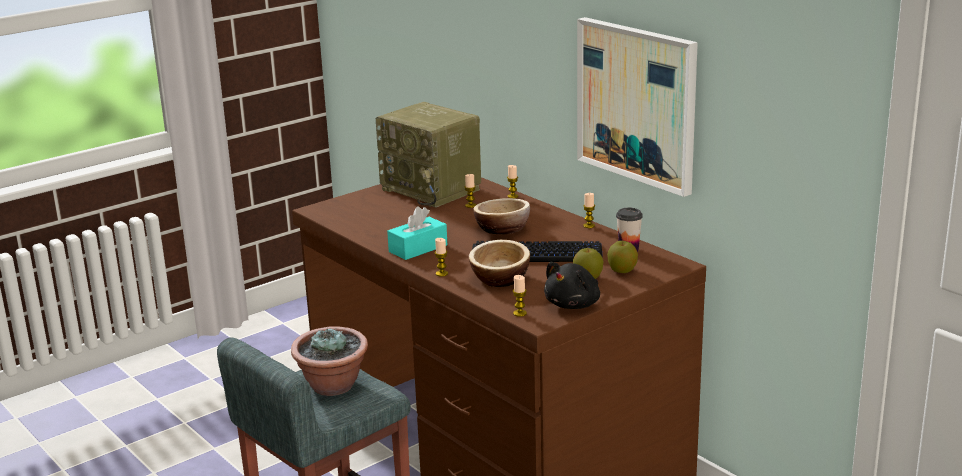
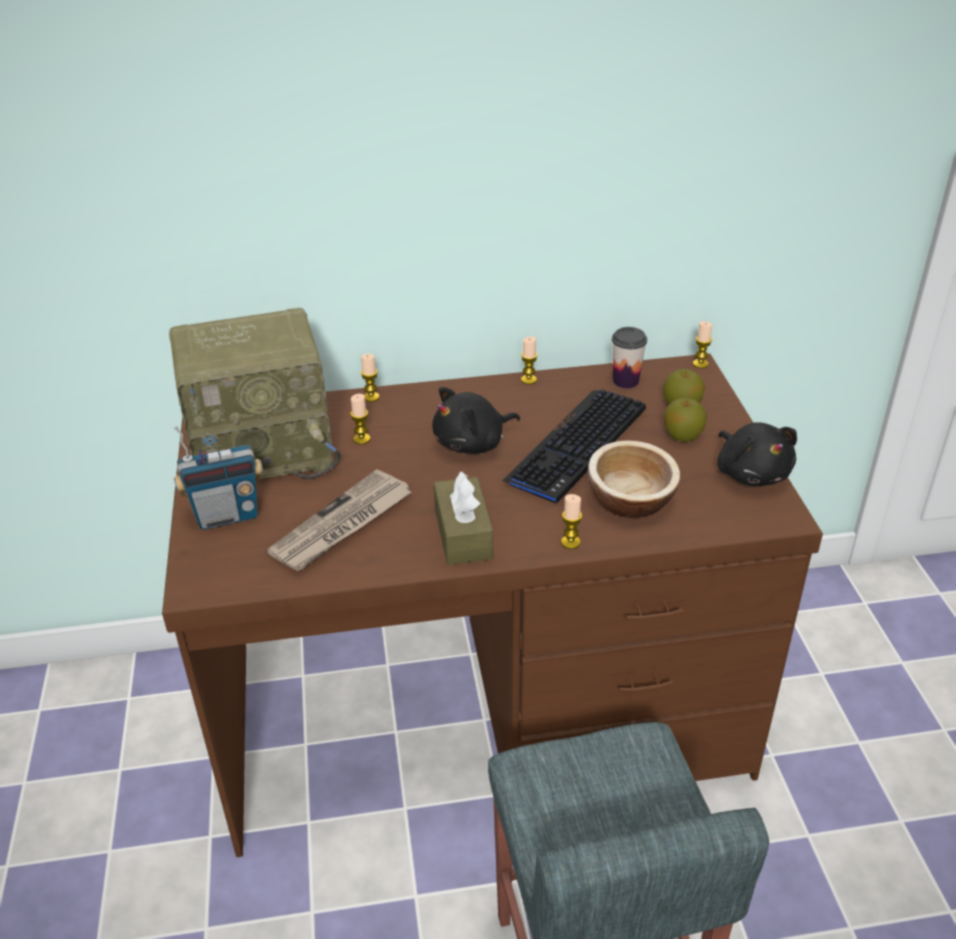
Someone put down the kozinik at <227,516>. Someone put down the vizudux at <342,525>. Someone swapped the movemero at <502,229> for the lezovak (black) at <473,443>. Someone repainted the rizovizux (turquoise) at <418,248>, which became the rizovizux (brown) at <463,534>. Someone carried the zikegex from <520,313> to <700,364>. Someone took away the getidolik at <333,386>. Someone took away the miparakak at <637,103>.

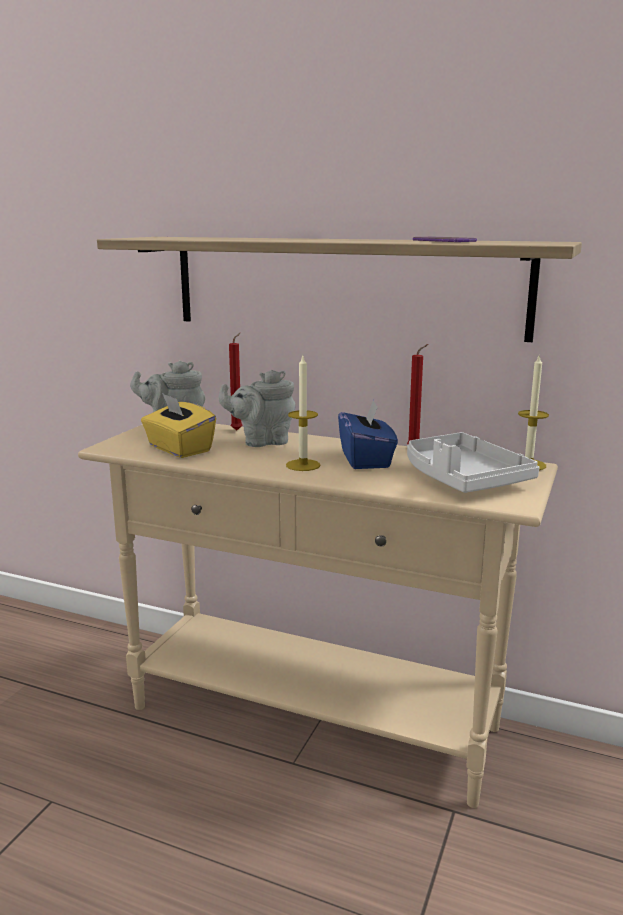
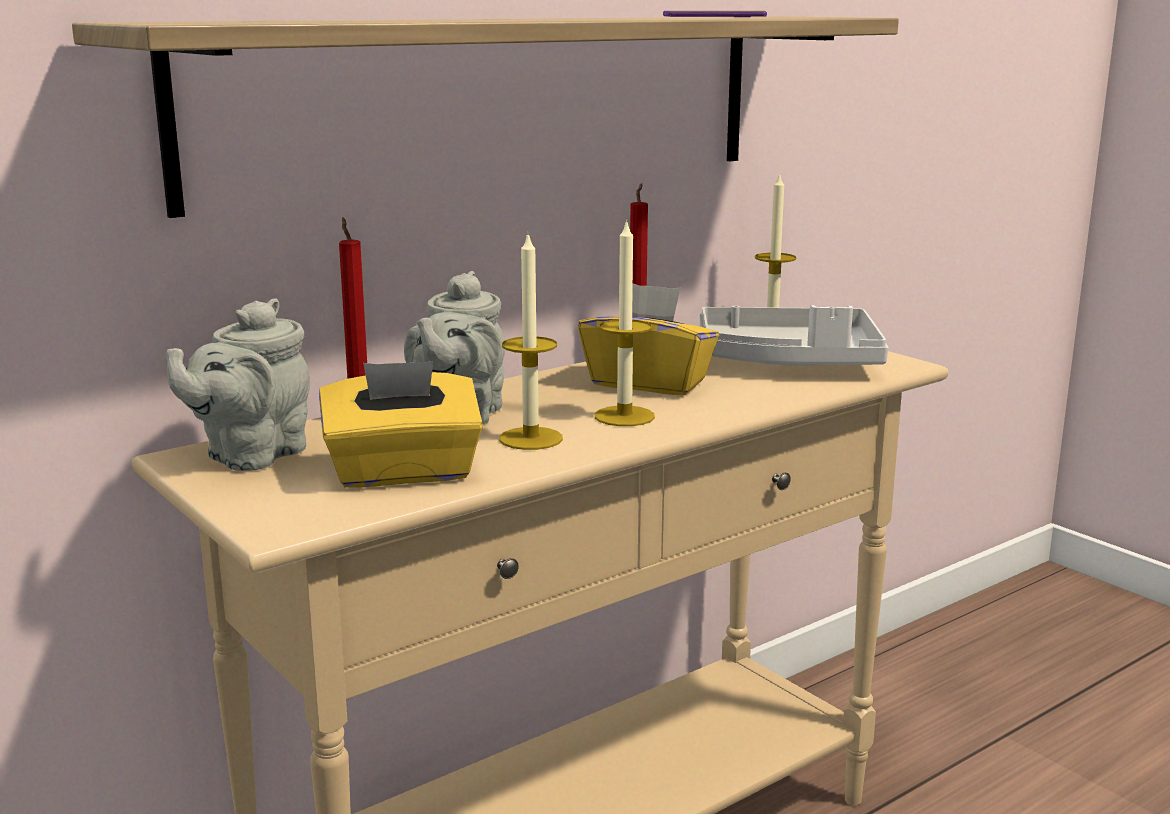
Someone put down the zikegex at <531,438>. Someone repainted the rizovizux (blue) at <366,459>, which became the rizovizux (yellow) at <649,383>.

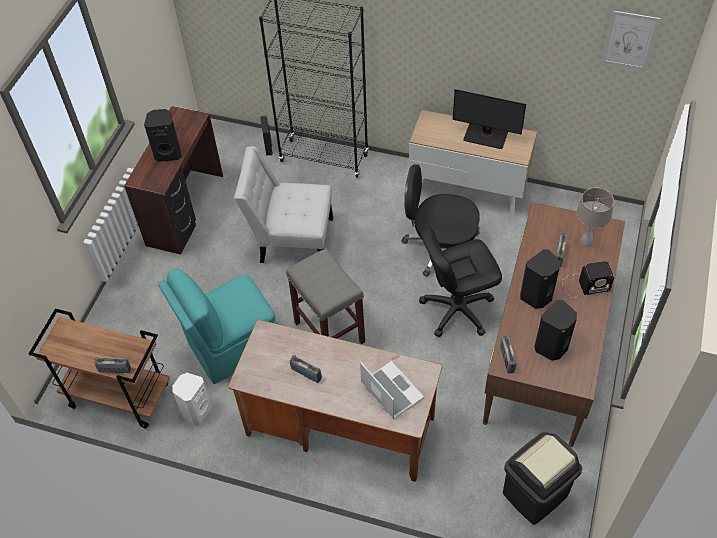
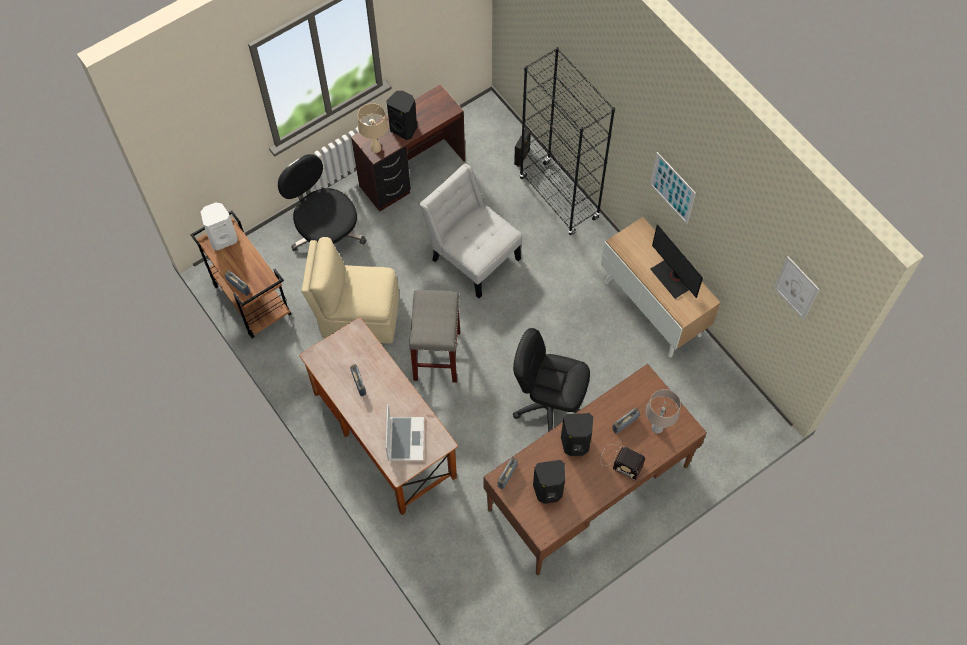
Someone carried the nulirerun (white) from <196,411> to <223,238>. Someone carried the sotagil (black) from <440,247> to <326,234>. Someone repainted the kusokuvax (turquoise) at <232,346>, which became the kusokuvax (beige) at <358,316>. Someone put down the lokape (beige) at <375,148>. Someone put up the miparakak at <672,188>. Someone took away the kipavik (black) at <535,494>.

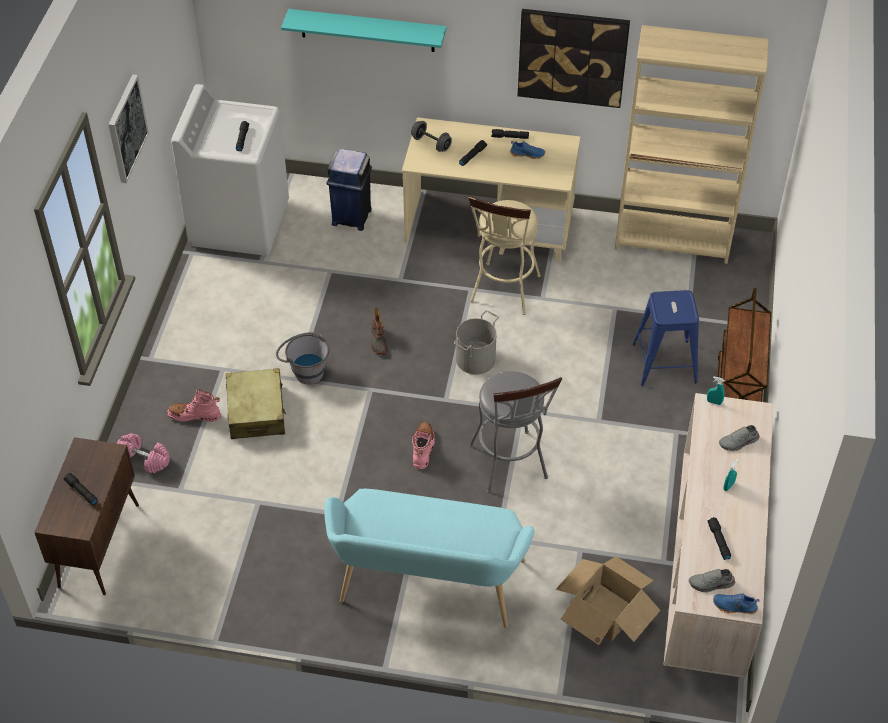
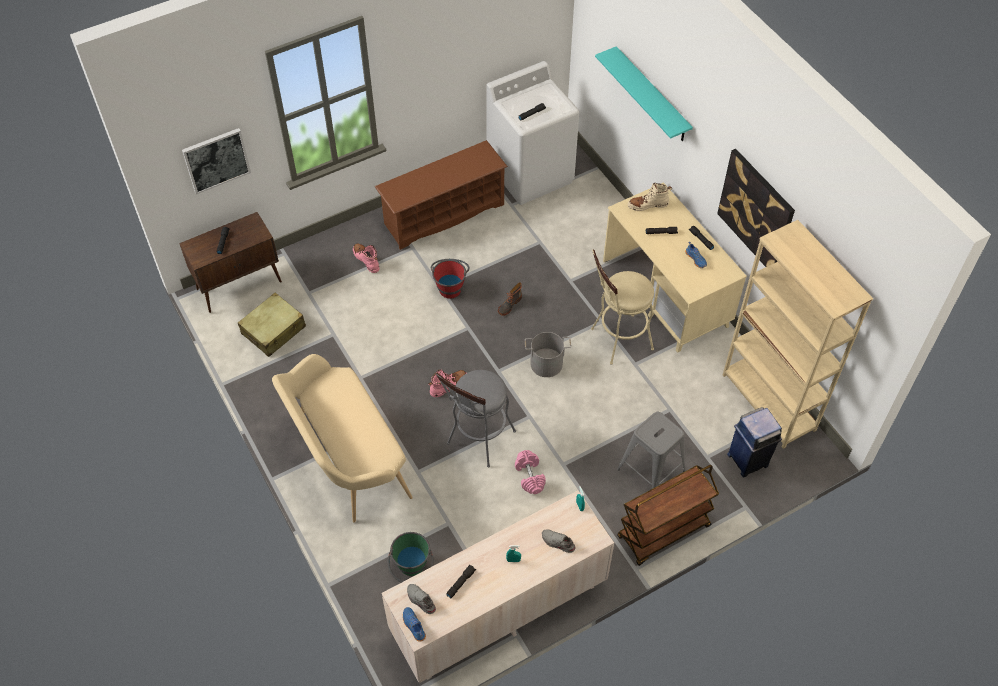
Someone carried the miparakak from <126,128> to <216,160>. Someone carried the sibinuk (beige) from <256,412> to <274,330>. Someone repainted the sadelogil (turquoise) at <427,588>, which became the sadelogil (beige) at <347,461>. Someone put down the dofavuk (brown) at <443,214>. Someone swapped the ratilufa at <605,612> for the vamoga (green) at <412,569>. Someone repainted the vamoga (grey) at <304,370>, which became the vamoga (red) at <450,286>. Someone carried the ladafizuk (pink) from <144,459> to <529,476>. Someone repainted the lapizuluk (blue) at <664,363>, which became the lapizuluk (grey) at <651,469>. Someone swapped the ladafizuk (grey) at <431,143> for the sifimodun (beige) at <648,205>. Someone carried the kipavik (blue) from <352,216> to <748,460>.

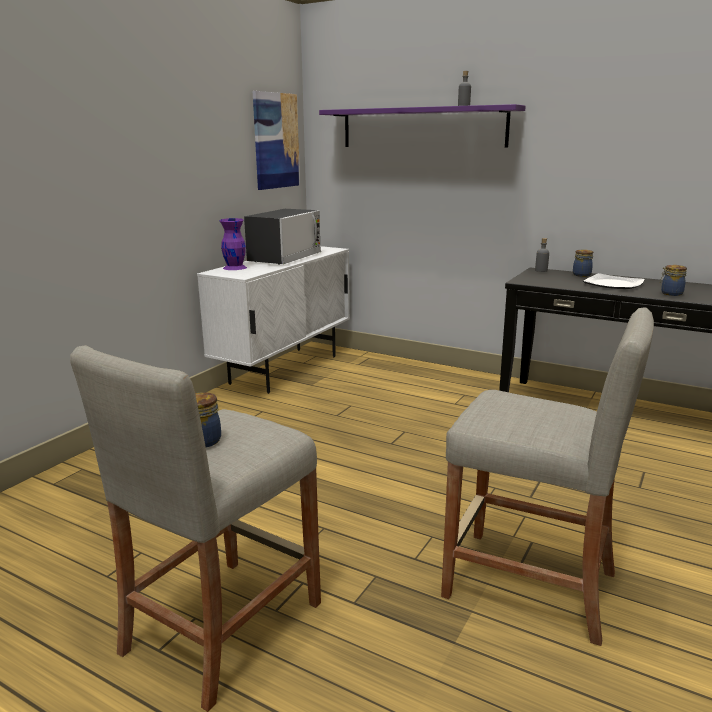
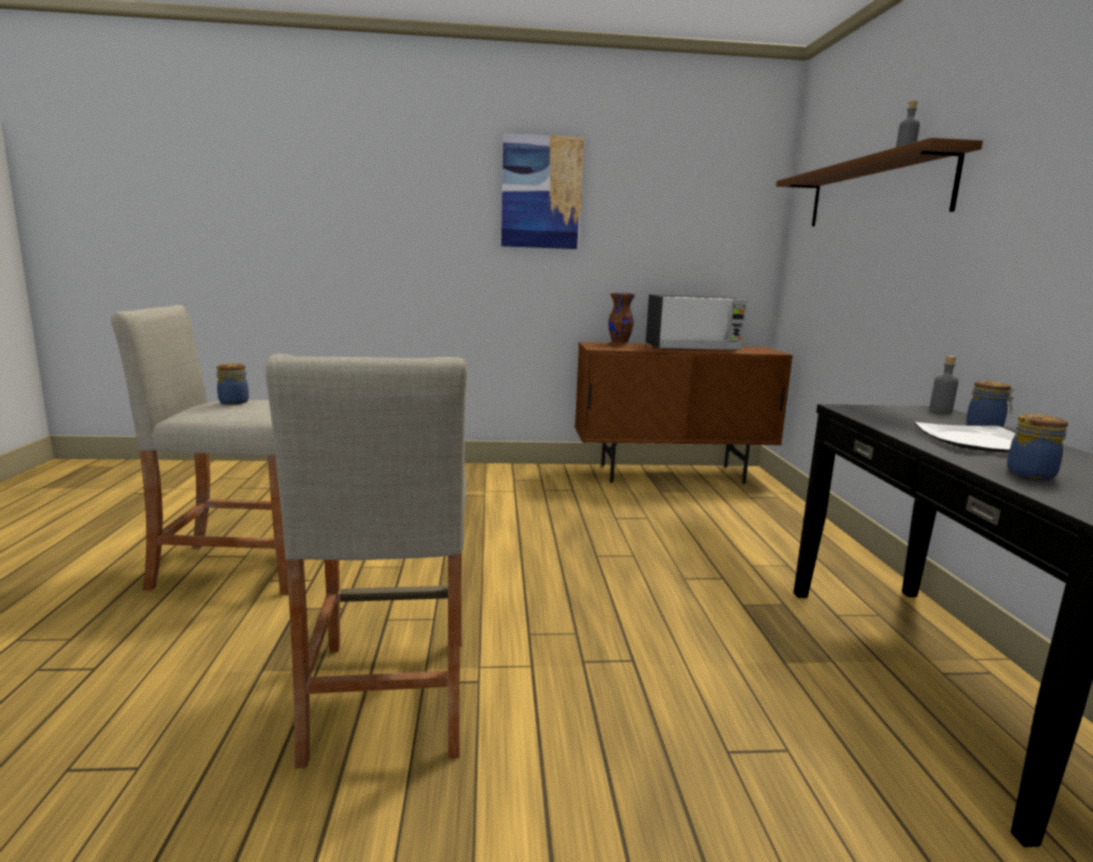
Someone carried the miparakak from <276,141> to <541,193>. Someone repainted the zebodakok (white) at <285,369>, which became the zebodakok (brown) at <671,474>. Someone repainted the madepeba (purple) at <235,267>, which became the madepeba (brown) at <620,344>. Someone repainted the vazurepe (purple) at <422,127>, which became the vazurepe (brown) at <875,193>.

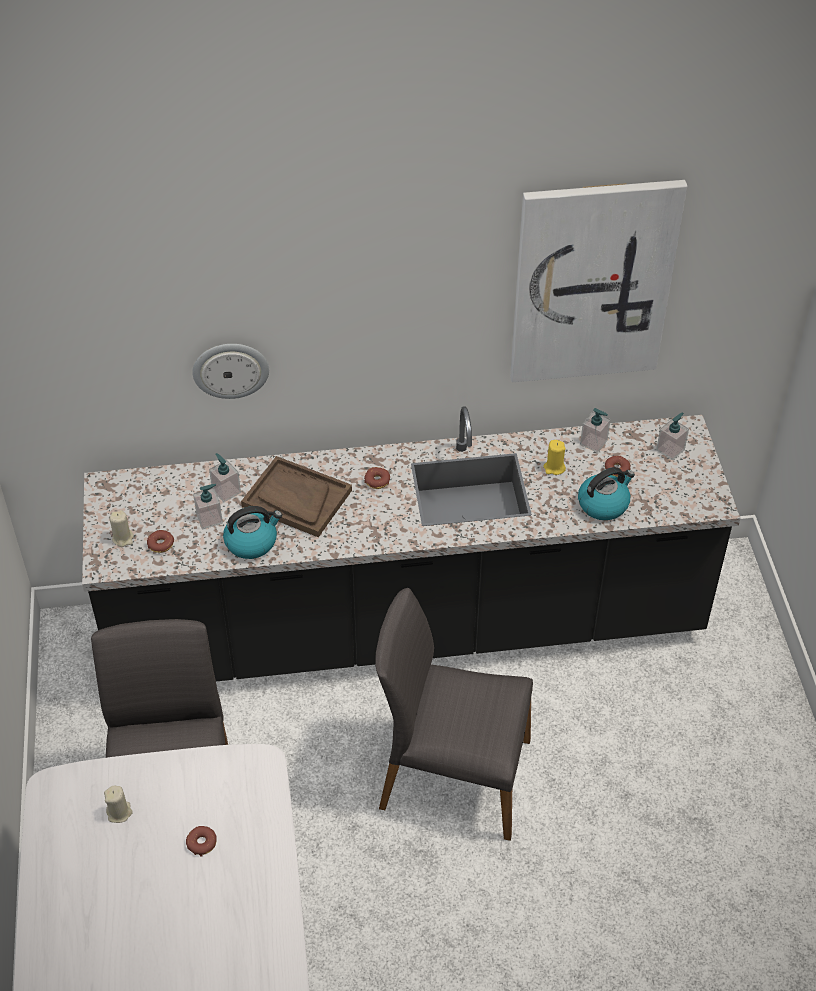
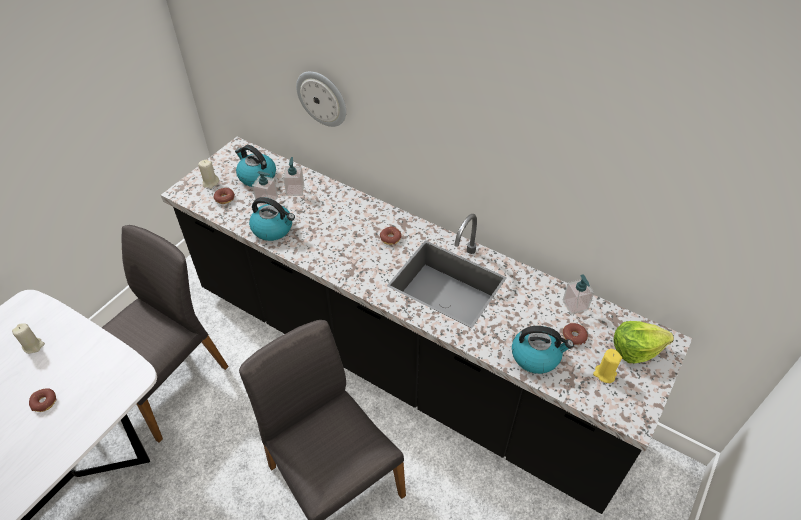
Someone put down the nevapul at <256,176>. Someone carried the zikegex (yellow) from <554,468> to <604,374>. Someone swapped the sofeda at <670,450> for the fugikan at <635,349>. Someone took away the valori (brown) at <296,498>. Someone took away the miparakak at <592,281>.

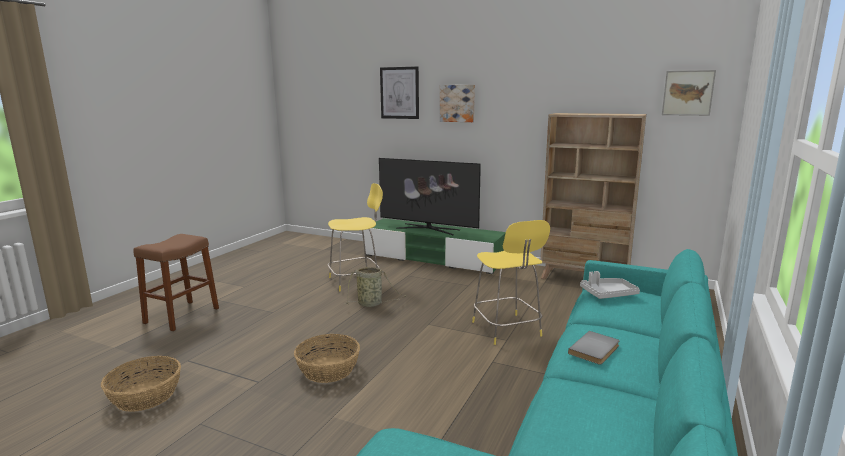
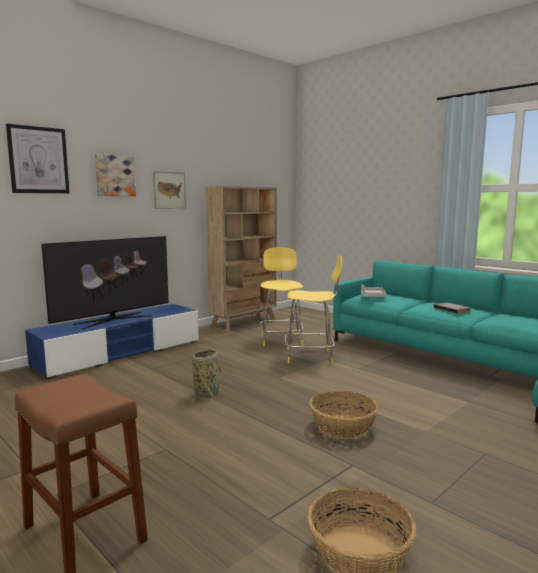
Someone repainted the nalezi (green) at <433,258>, which became the nalezi (blue) at <120,353>. Someone carried the miparakak from <688,93> to <169,190>. Someone carried the lapizuluk (yellow) from <356,280> to <281,339>.

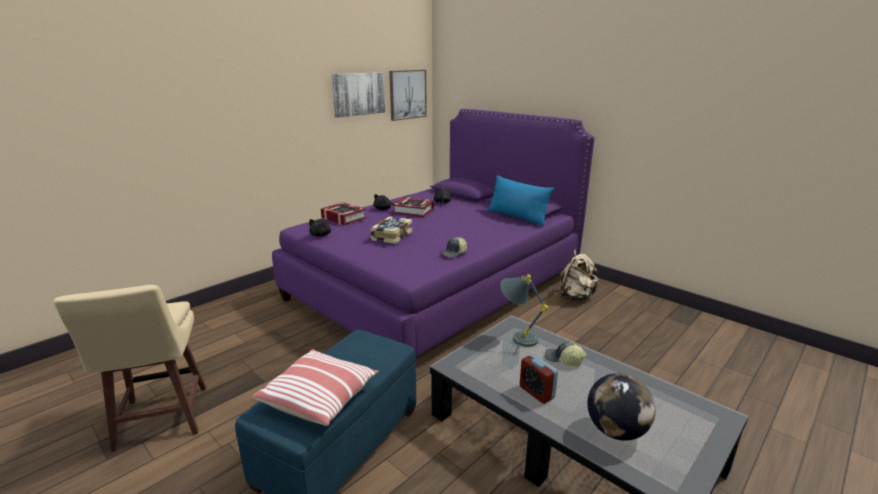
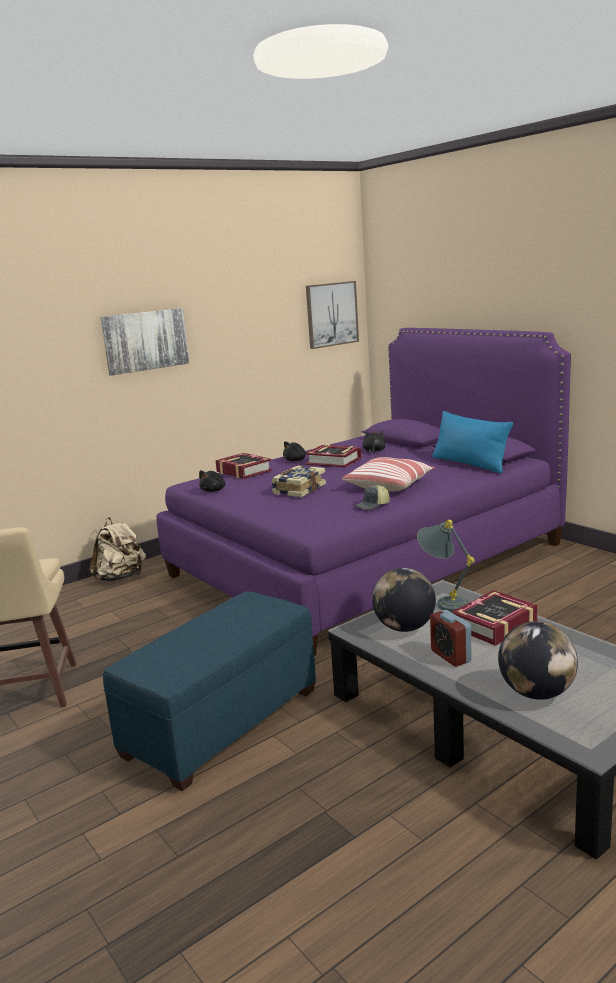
Someone carried the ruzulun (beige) from <576,296> to <121,578>. Someone carried the miparakak from <358,94> to <145,340>. Someone carried the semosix from <319,397> to <389,486>. Someone put down the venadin at <404,628>. Someone swapped the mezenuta at <563,360> for the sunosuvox at <495,625>.

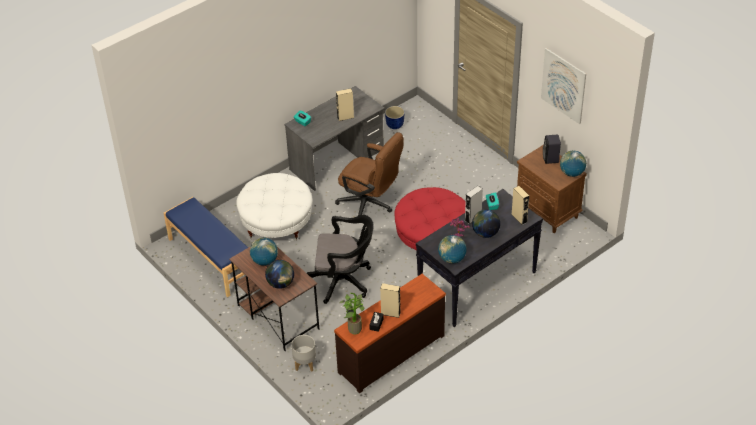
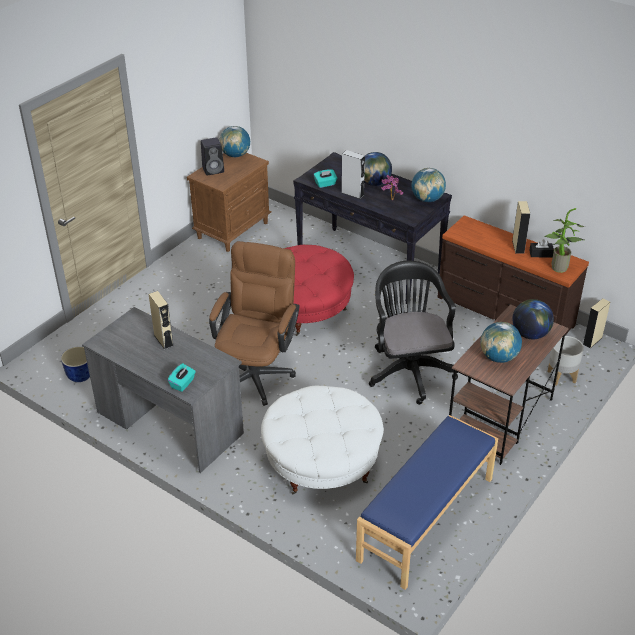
Someone carried the nulirerun (beige) from <519,218> to <592,341>. Someone took away the miparakak at <563,85>.

